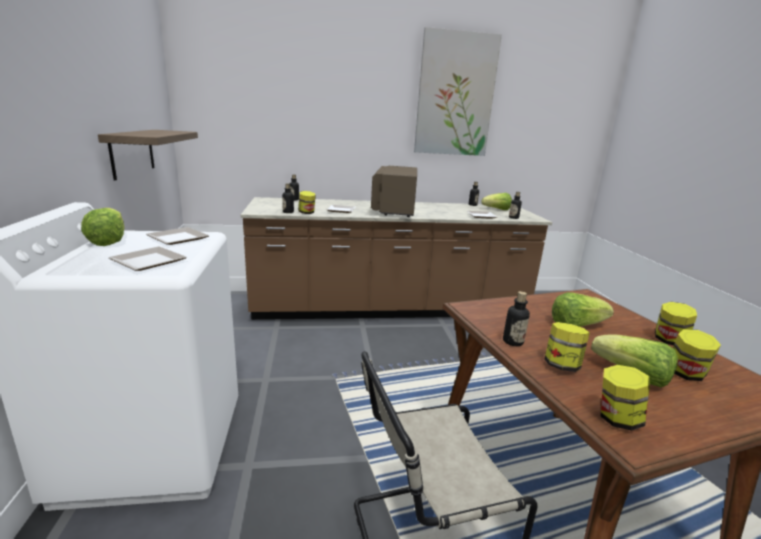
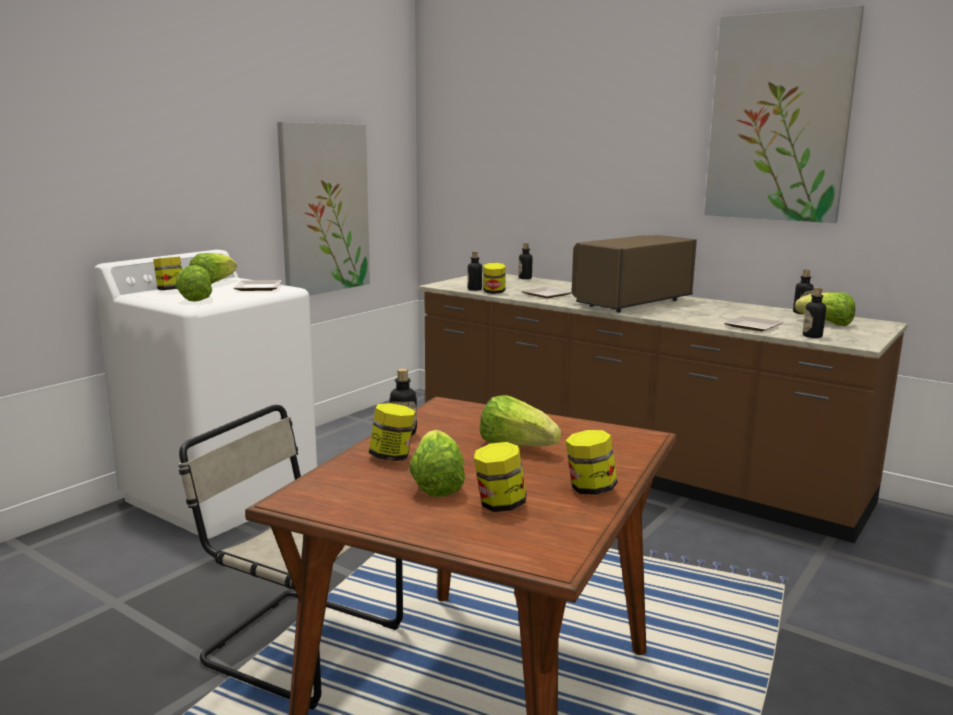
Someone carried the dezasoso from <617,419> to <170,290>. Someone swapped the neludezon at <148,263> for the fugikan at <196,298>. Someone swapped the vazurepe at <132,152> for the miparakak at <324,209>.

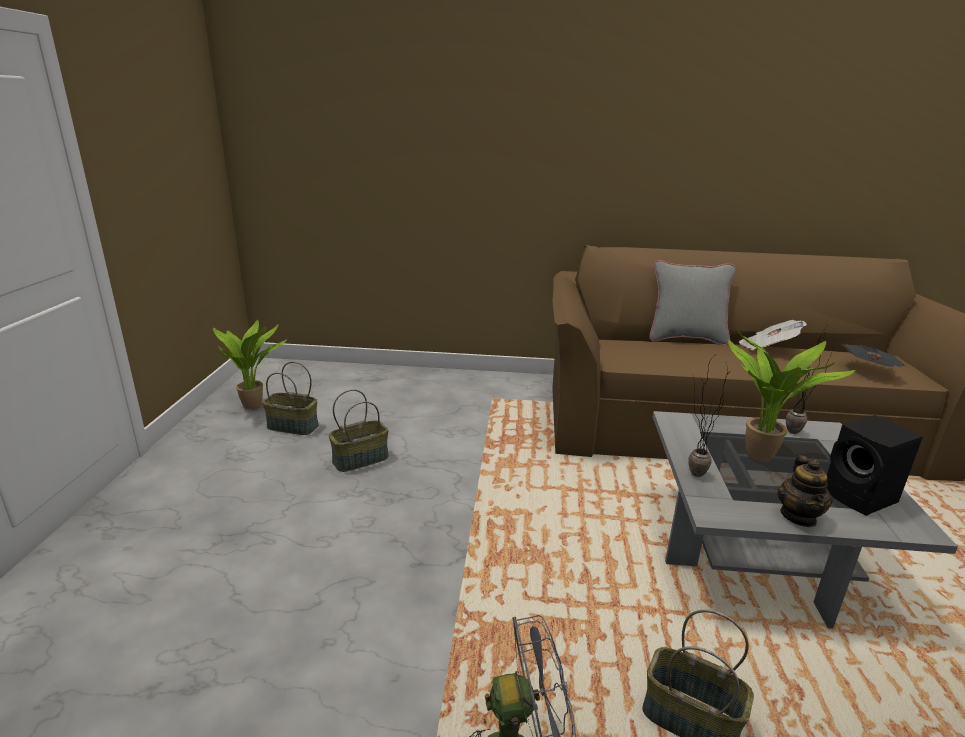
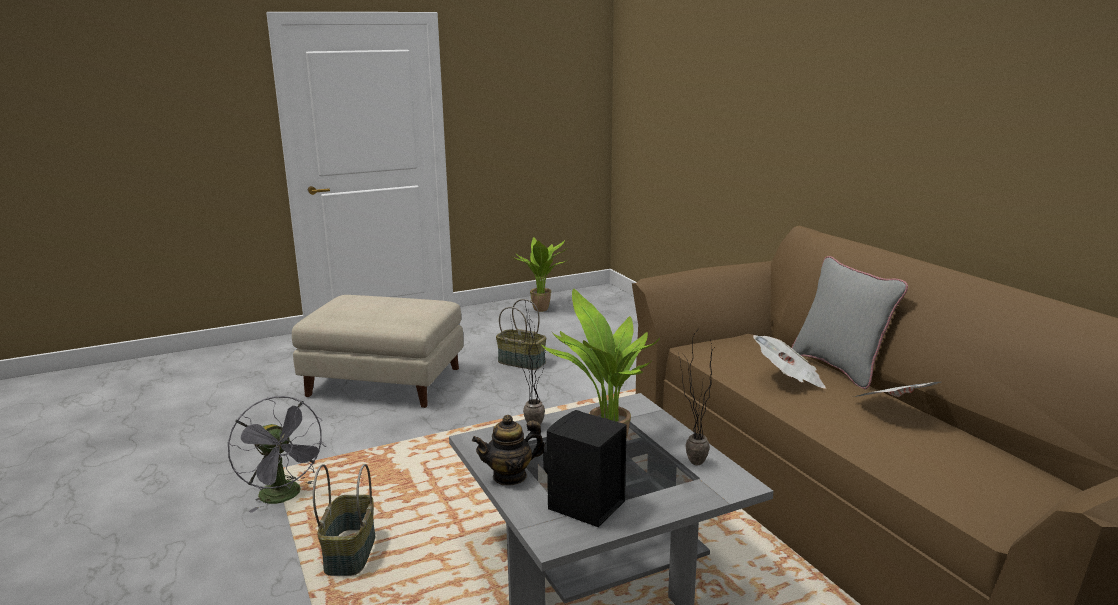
Someone put down the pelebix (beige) at <386,382>. Someone carried the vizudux from <869,370> to <788,379>. Someone took away the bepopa at <292,427>.

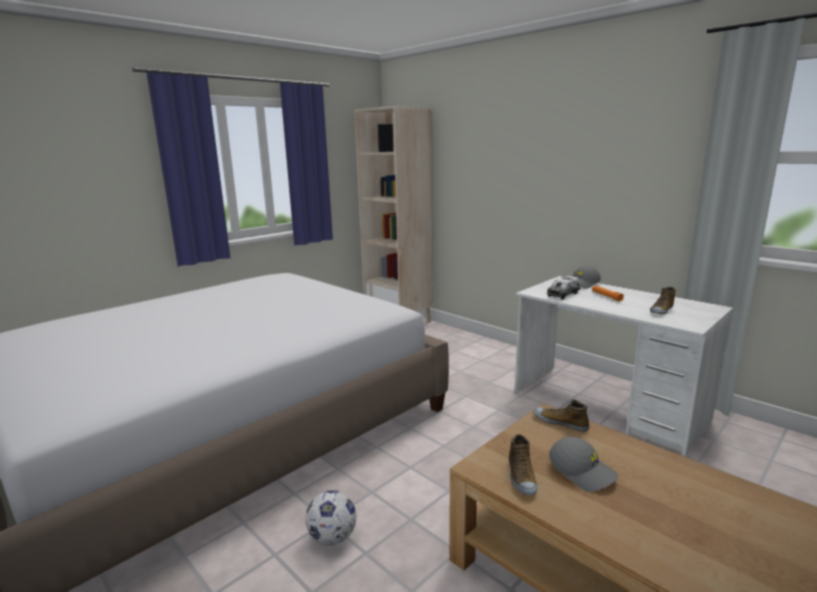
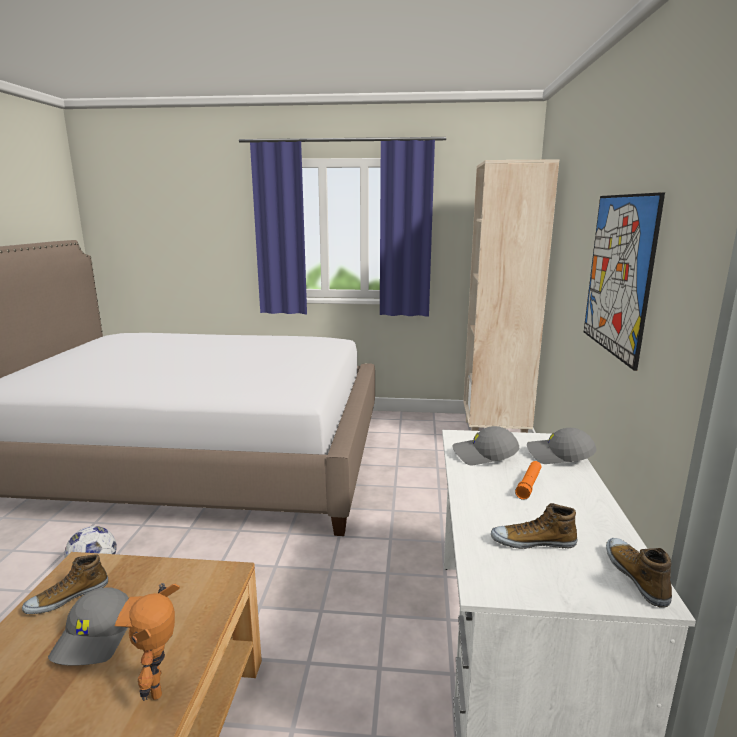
Someone put down the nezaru at <163,685>. Someone swapped the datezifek at <563,294> for the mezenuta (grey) at <484,455>. Someone put up the miparakak at <618,275>. Someone carried the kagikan from <560,422> to <636,576>.

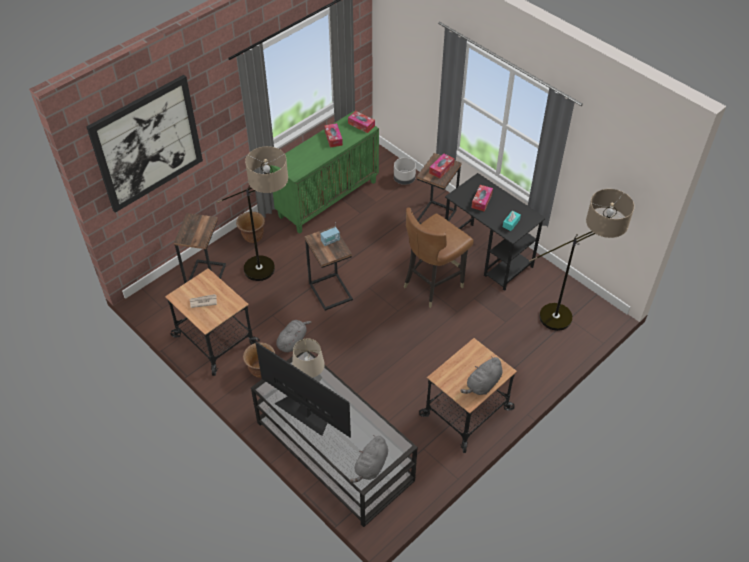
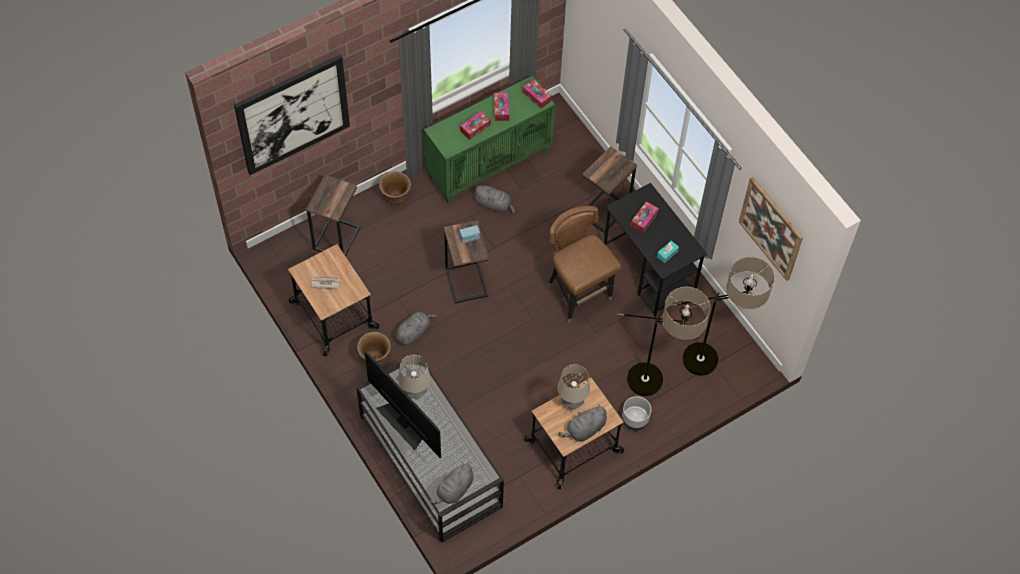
Someone carried the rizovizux from <441,169> to <475,128>. Someone put down the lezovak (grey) at <494,205>. Someone rotated the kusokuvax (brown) at <432,284> by 90 degrees clockwise. Someone put down the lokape at <571,402>. Someone carried the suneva from <270,273> to <657,387>. Someone carried the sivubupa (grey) from <404,179> to <635,419>. Someone put up the miparakak at <771,228>.

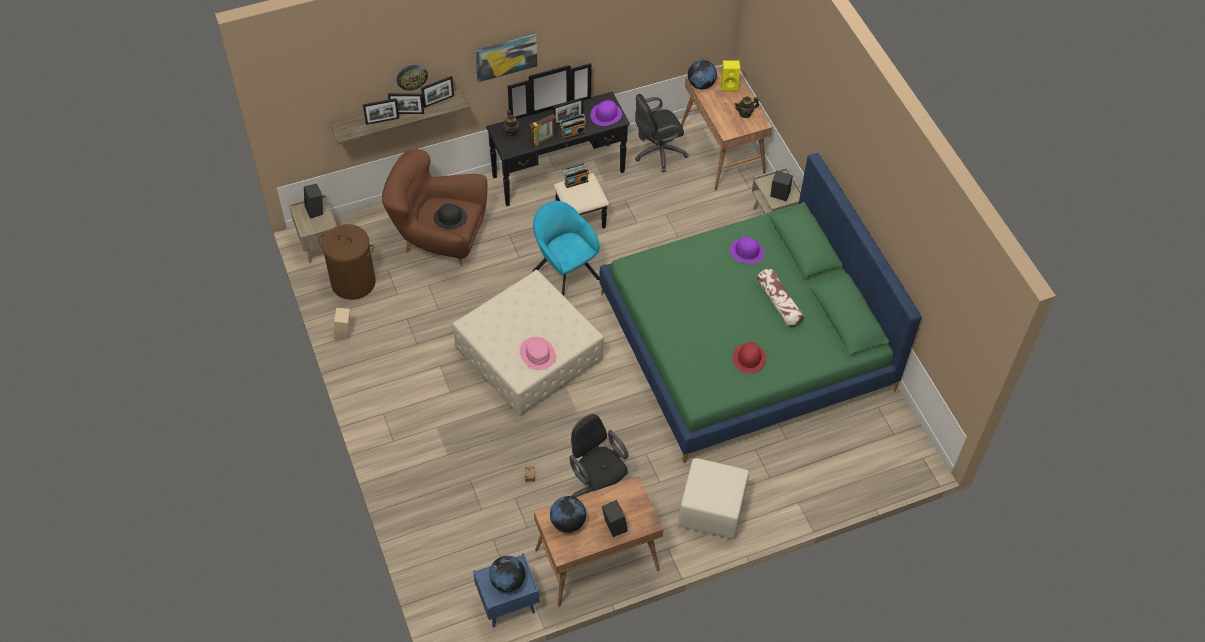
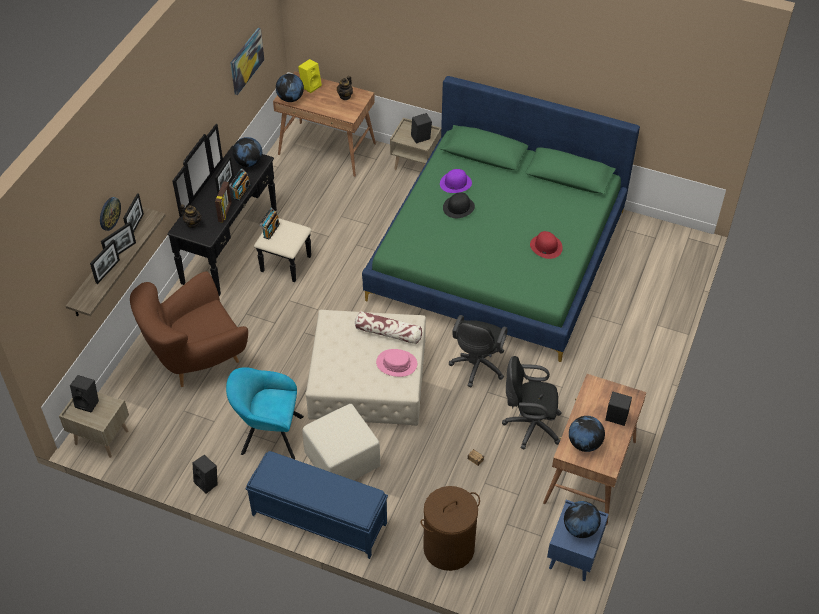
Someone repainted the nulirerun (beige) at <344,333>, which became the nulirerun (black) at <208,483>. Someone carried the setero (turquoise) from <564,272> to <268,434>. Someone carried the miparakak from <506,57> to <246,60>. Someone swapped the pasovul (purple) at <606,114> for the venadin at <249,163>. Someone put down the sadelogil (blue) at <318,519>. Someone carried the pelebix (beige) from <710,510> to <342,461>. Someone carried the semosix from <779,303> to <388,333>. Someone carried the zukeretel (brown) from <353,282> to <449,548>. Someone carried the pasovul (black) from <450,217> to <458,207>. Someone carried the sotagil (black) from <657,153> to <477,367>.

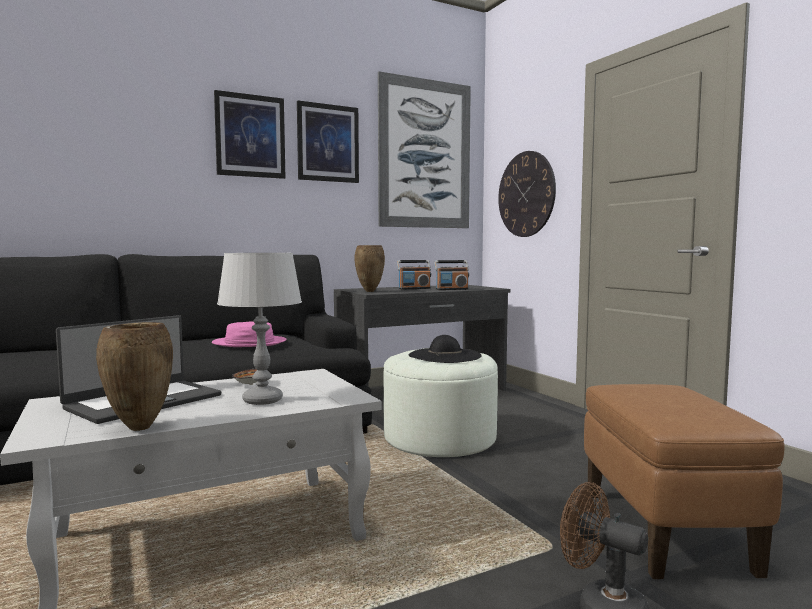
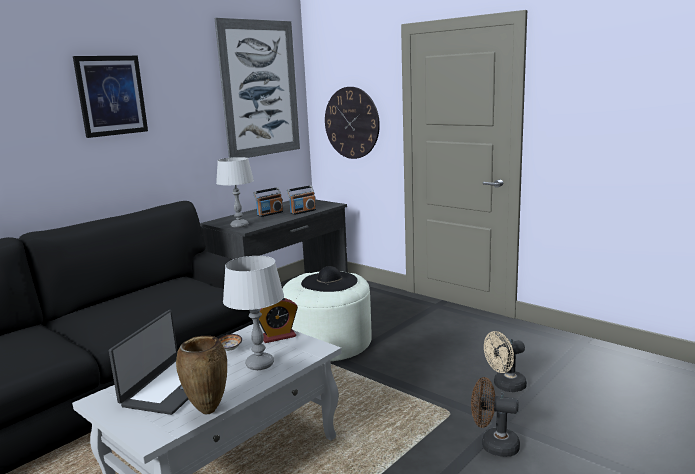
Someone swapped the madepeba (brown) at <369,291> for the lokape (grey) at <239,225>. Someone put down the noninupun at <278,336>. Someone swapped the pelebix (brown) at <664,531> for the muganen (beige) at <505,386>. Someone took away the pasovul (pink) at <249,343>. Someone took away the miparakak at <328,143>.

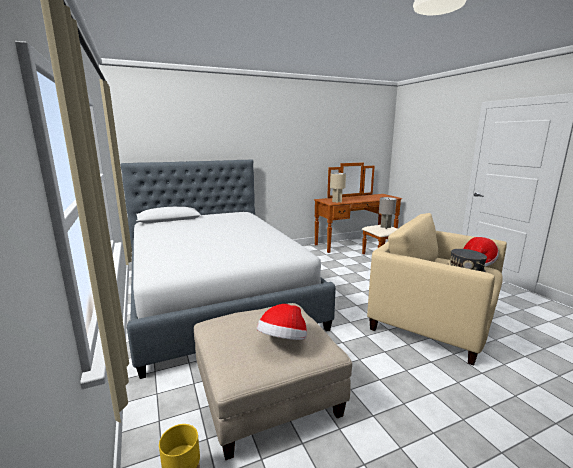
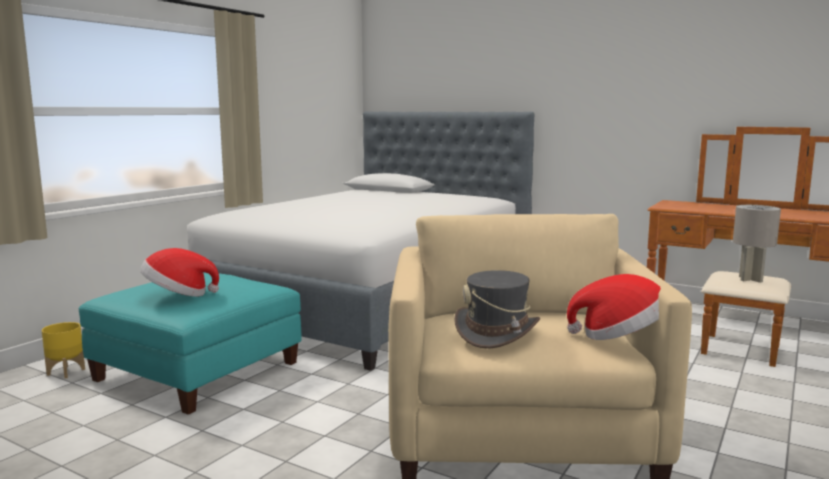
Someone repainted the pelebix (beige) at <266,393>, which became the pelebix (turquoise) at <198,371>. Someone took away the lokape (beige) at <336,202>.

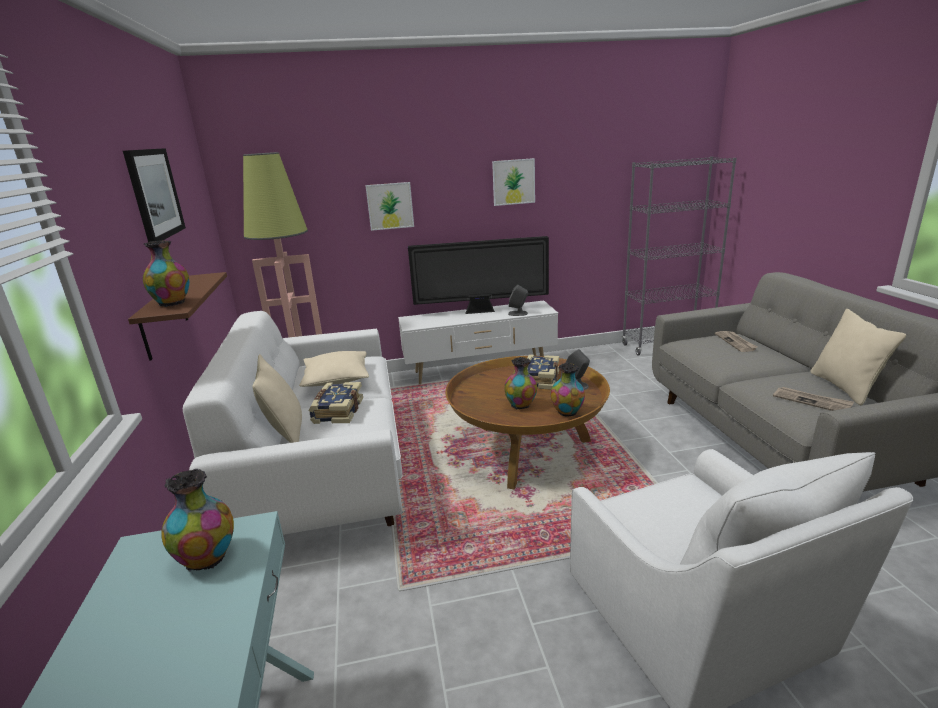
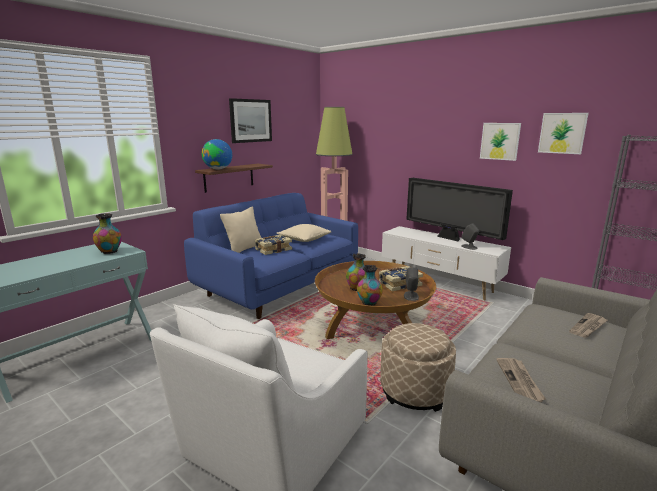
Someone repainted the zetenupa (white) at <324,470>, which became the zetenupa (blue) at <280,287>. Someone swapped the madepeba at <173,303> for the venadin at <218,169>. Someone put down the pelebix (beige) at <415,391>. Someone carried the miparakak from <390,206> to <562,133>. Someone took away the semosix (beige) at <845,387>.

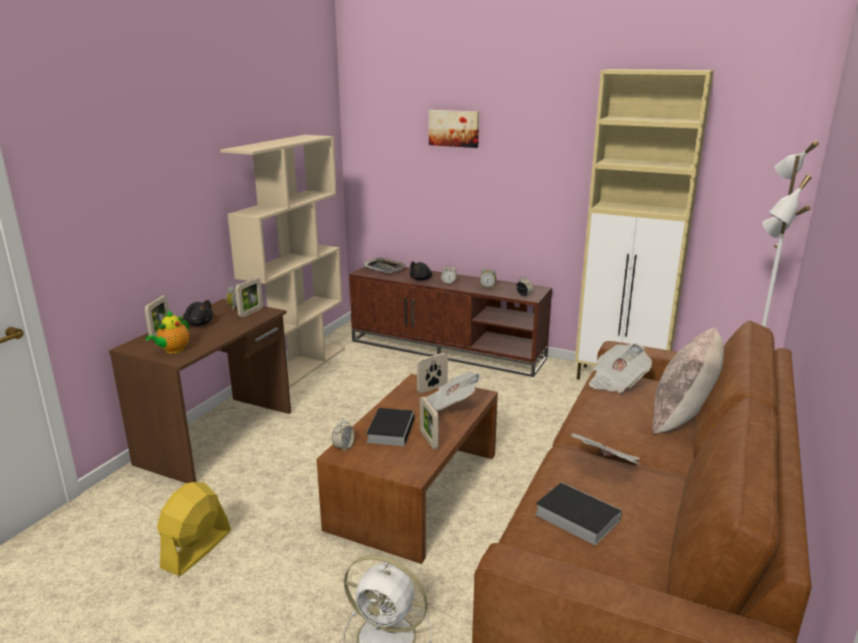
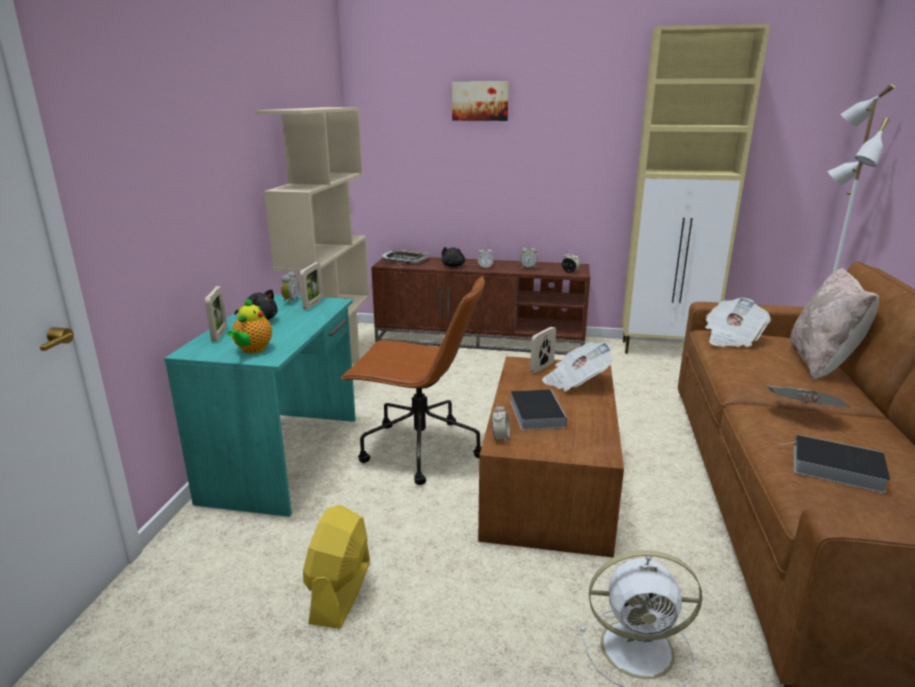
Someone repainted the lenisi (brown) at <218,437>, which became the lenisi (turquoise) at <286,457>. Someone put down the sotagil (brown) at <418,450>. Someone took away the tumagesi at <429,440>.

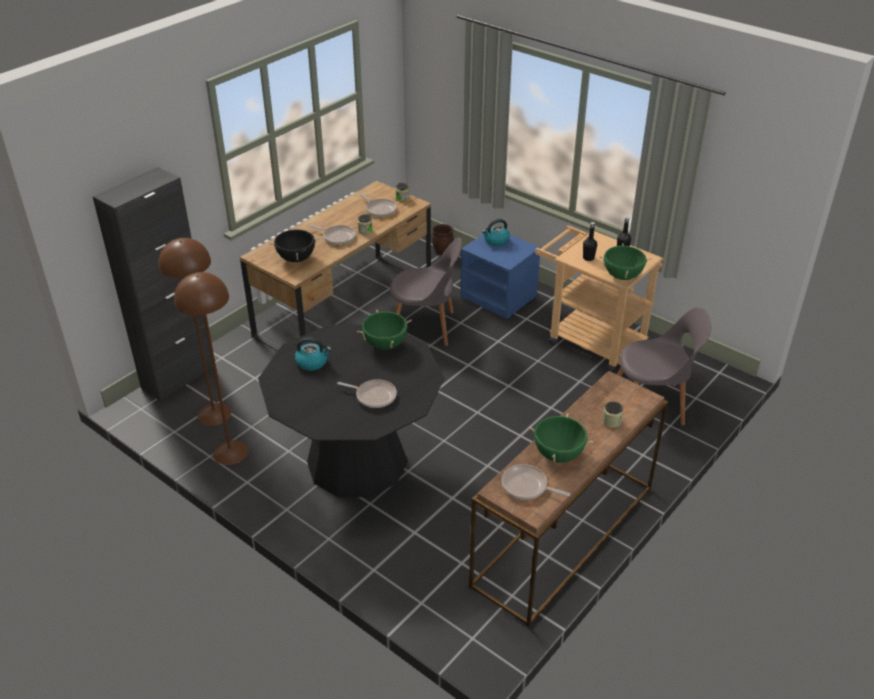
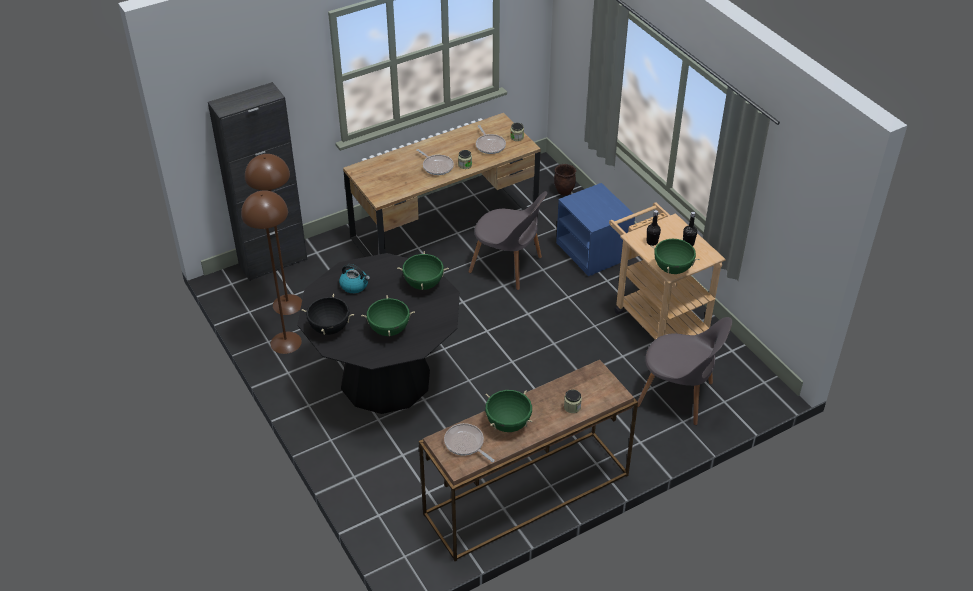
Someone carried the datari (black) from <296,259> to <329,328>. Someone swapped the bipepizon at <373,396> for the datari (green) at <389,329>. Someone took away the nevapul at <496,241>.

